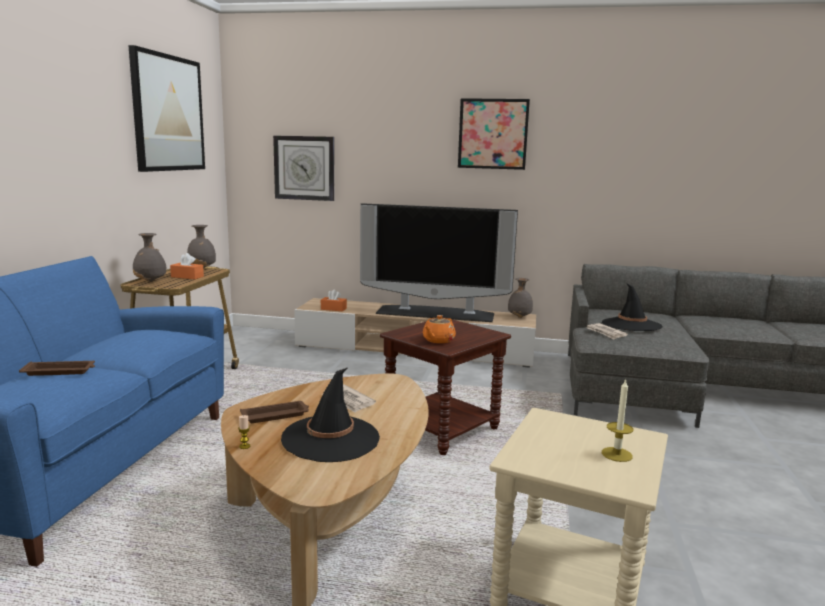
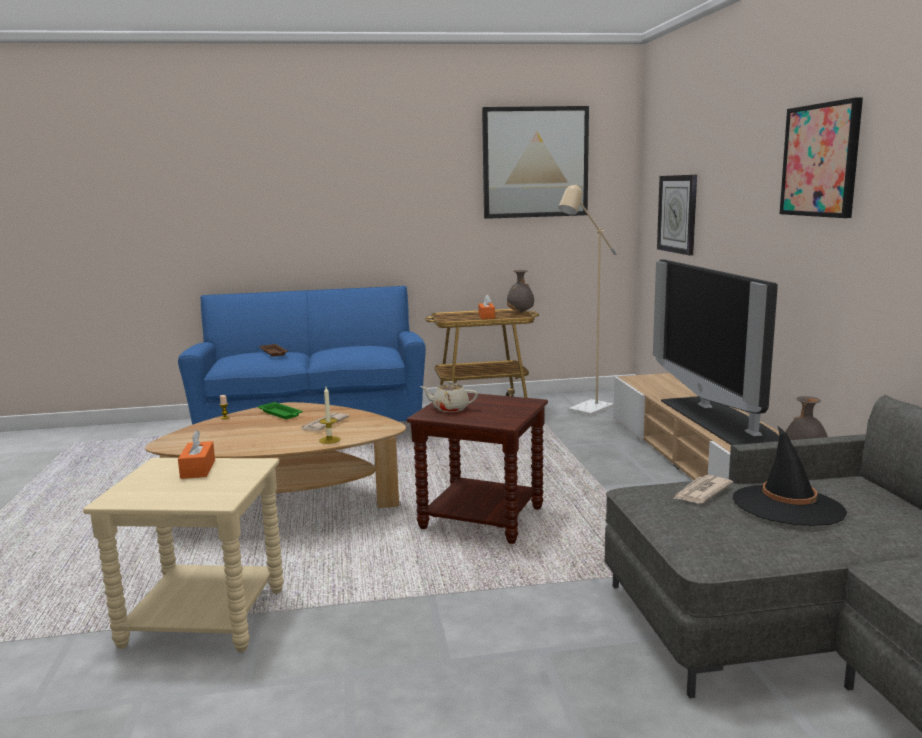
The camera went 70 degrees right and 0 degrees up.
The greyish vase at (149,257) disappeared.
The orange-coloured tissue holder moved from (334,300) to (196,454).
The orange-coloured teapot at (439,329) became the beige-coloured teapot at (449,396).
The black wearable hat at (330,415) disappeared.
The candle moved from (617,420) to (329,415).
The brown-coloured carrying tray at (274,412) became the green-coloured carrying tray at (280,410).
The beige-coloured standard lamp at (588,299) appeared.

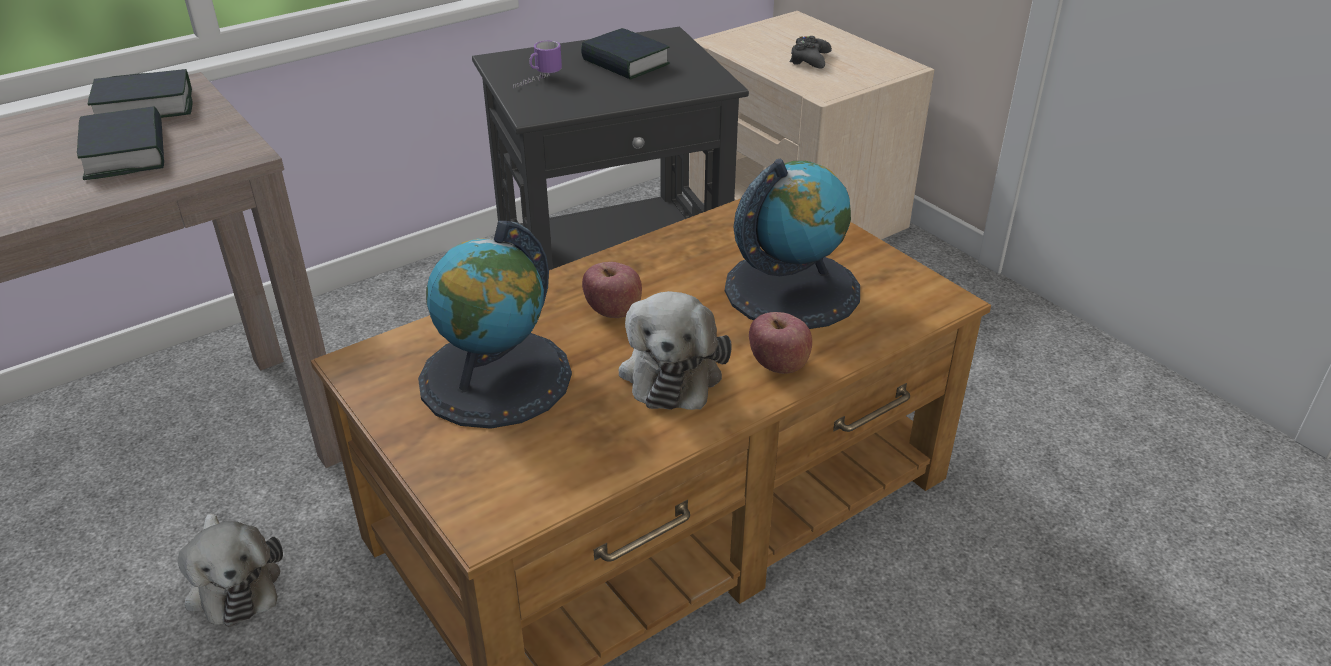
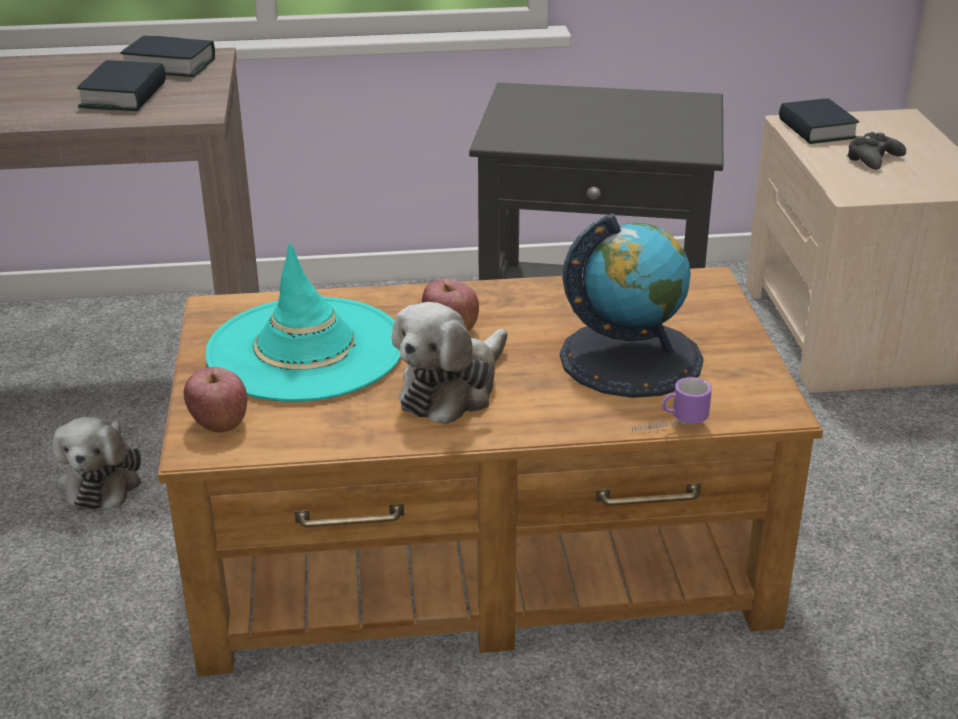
The camera went 30 degrees right and 5 degrees down.
The book moved from (625,54) to (819,121).
The tea mug moved from (537,64) to (672,404).
The globe at (495,325) was replaced by the turquoise wearable hat at (303,322).
The whole apple moved from (780,343) to (215,399).

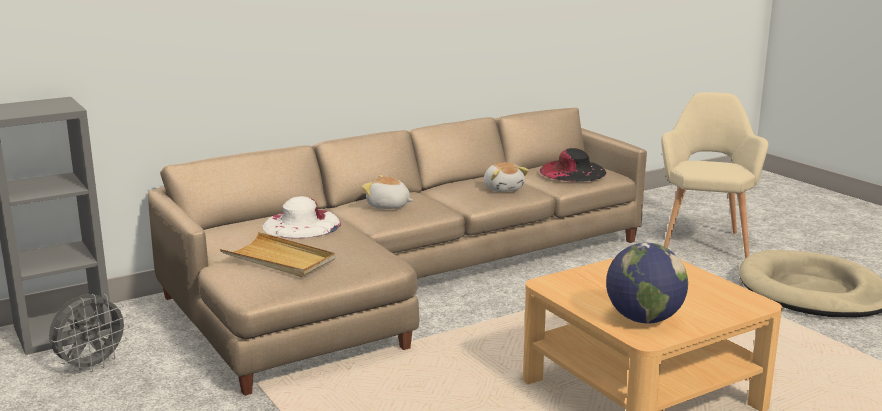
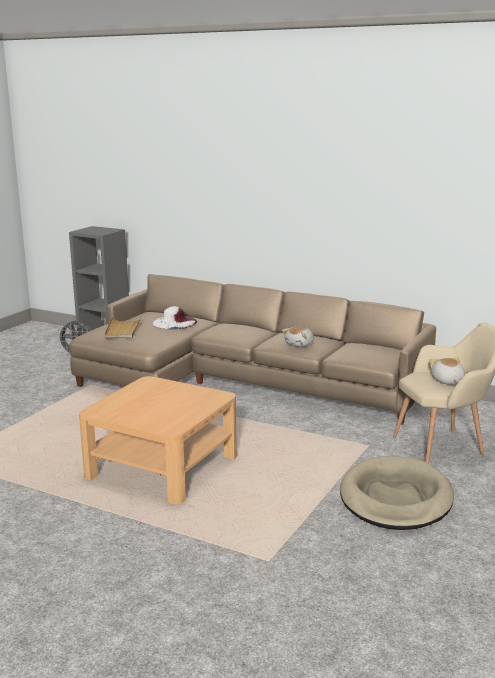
The camera went 60 degrees right and 0 degrees up.
The black wearable hat at (573,165) disappeared.
The soft toy moved from (387,192) to (447,371).
The globe at (647,283) disappeared.

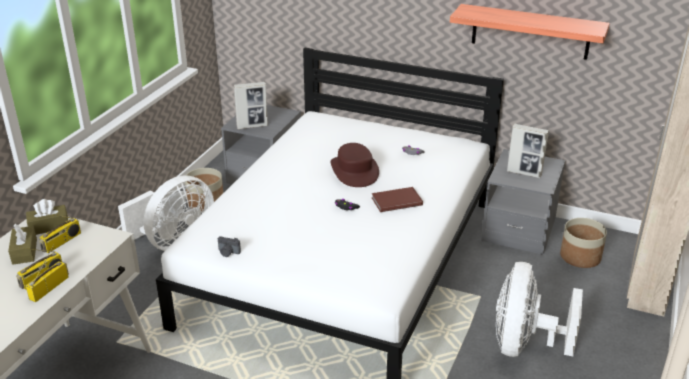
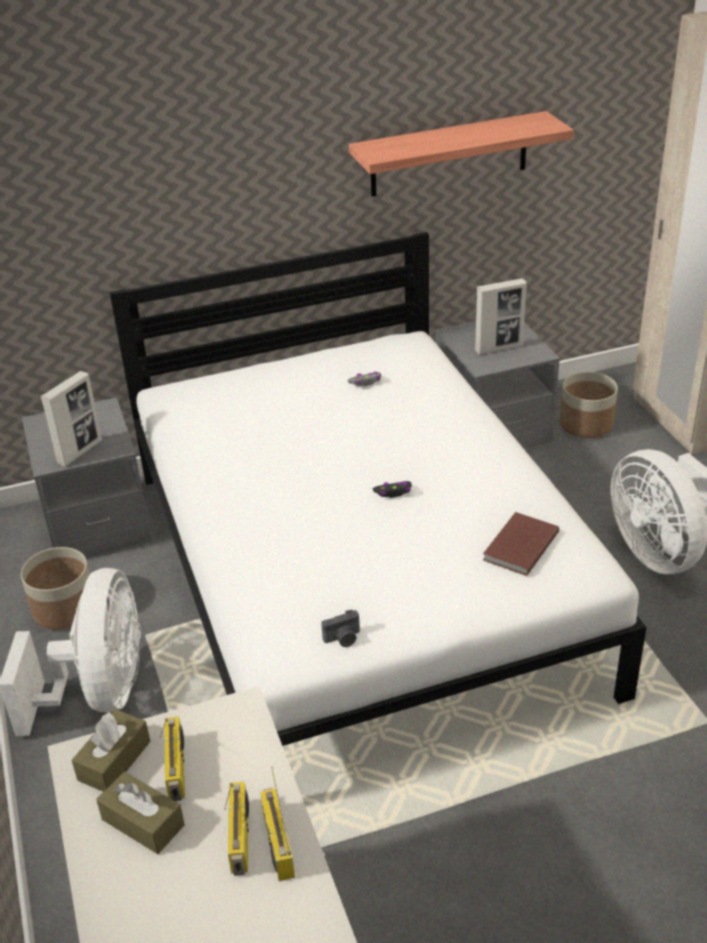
The camera went 40 degrees left and 5 degrees up.
The brown-coloured wearable hat at (355,165) disappeared.
The brown-coloured book moved from (397,199) to (521,544).

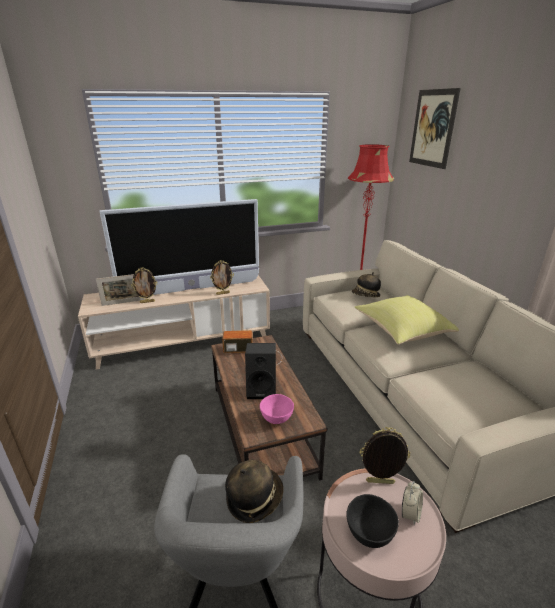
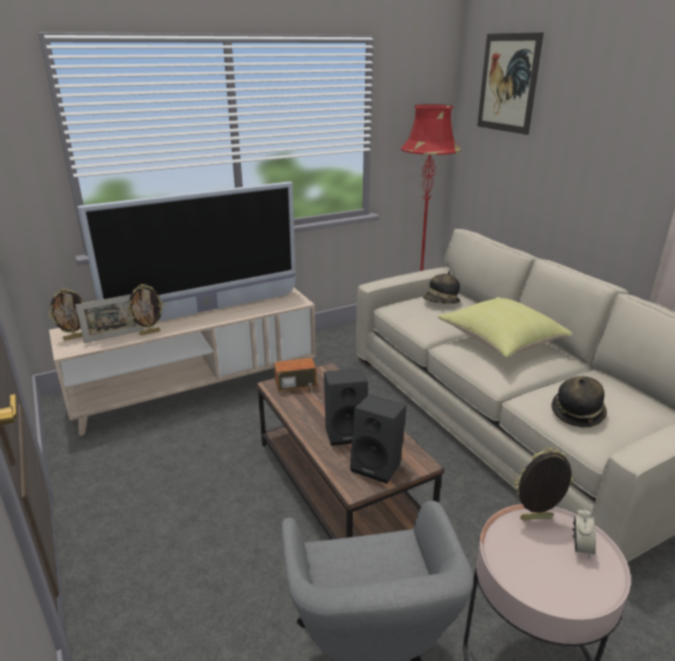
The camera went 10 degrees left and 0 degrees up.
The picture frame moved from (222,277) to (66,314).
The pink-coloured bowl at (277,409) was replaced by the black audio speaker at (378,439).
The wearable hat moved from (254,491) to (579,402).
The black bowl at (372,521) disappeared.

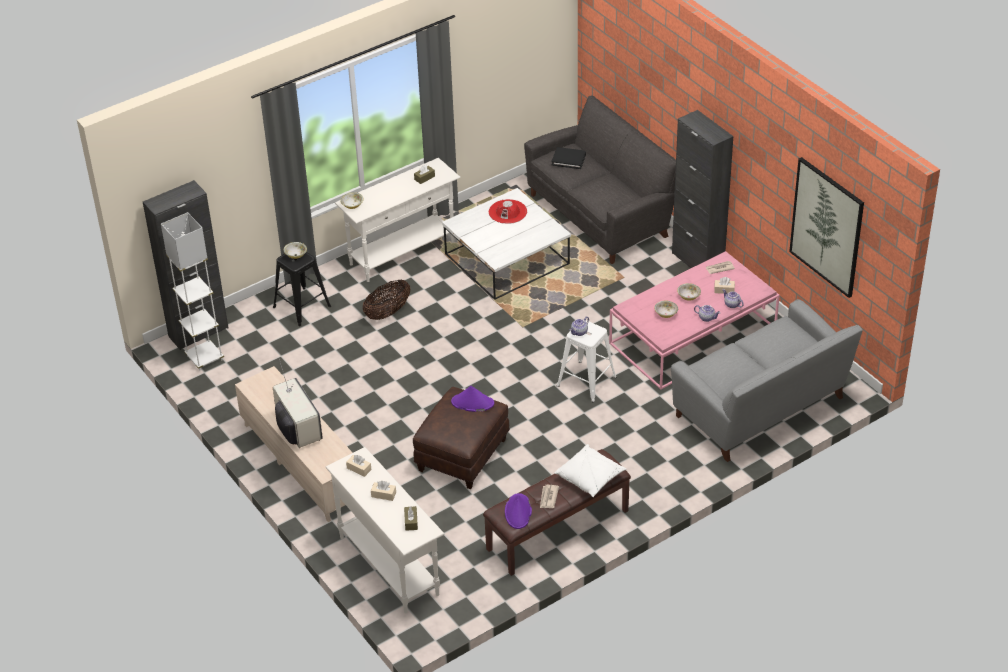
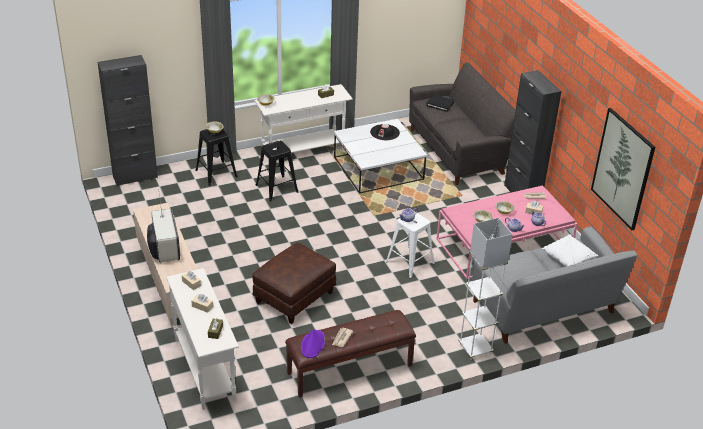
The camera went 10 degrees right and 5 degrees down.
The red-coloured wearable hat at (508,211) became the black wearable hat at (385,132).
The white-coloured standard lamp moved from (192,291) to (485,289).
The basket at (386,299) was replaced by the black stool seat at (277,171).
The purple wearable hat at (472,399) disappeared.
The white-coloured throw pillow moved from (590,470) to (570,250).

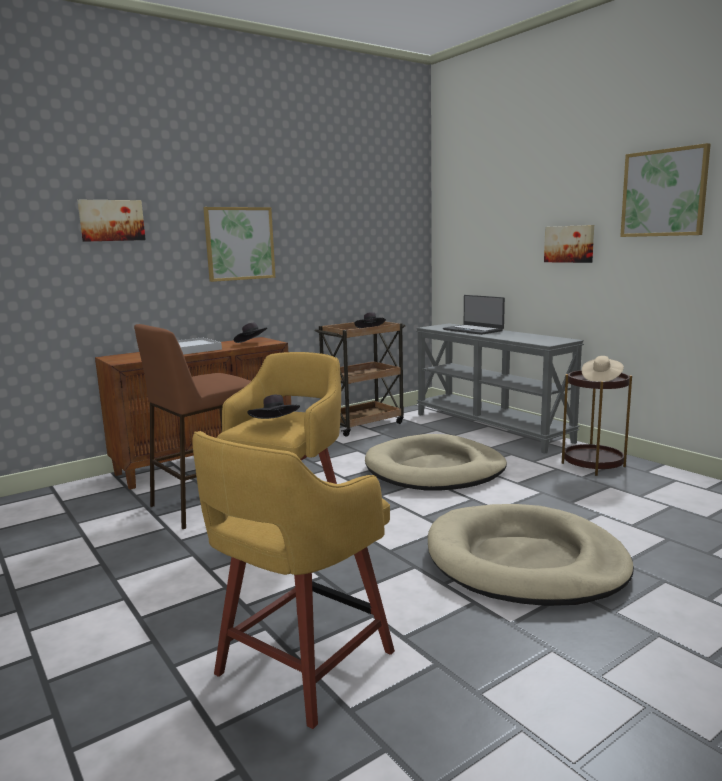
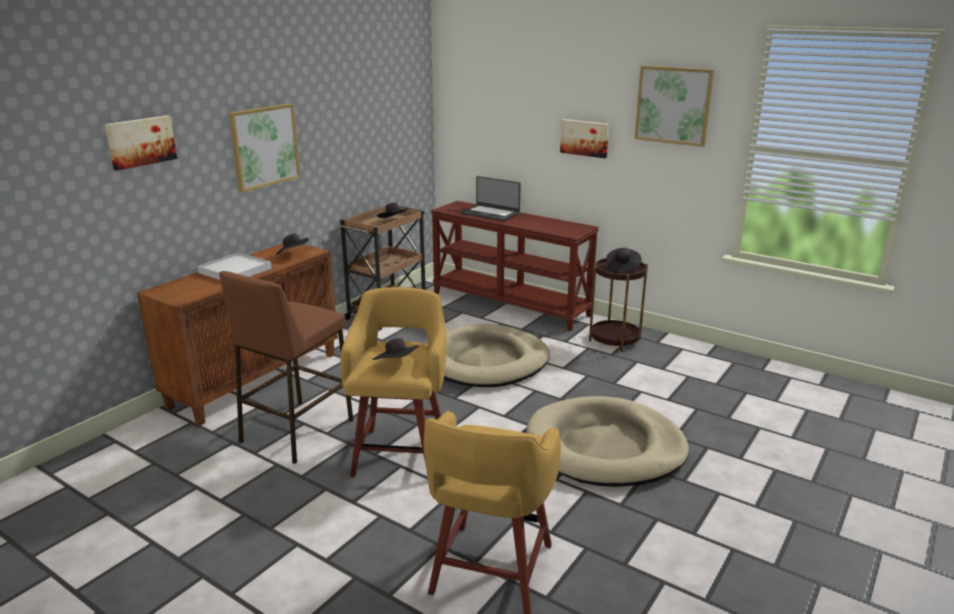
The camera went 20 degrees left and 10 degrees up.
The greyish console table at (500,388) became the brown-coloured console table at (515,266).
The beige-coloured wearable hat at (603,369) became the black wearable hat at (623,260).

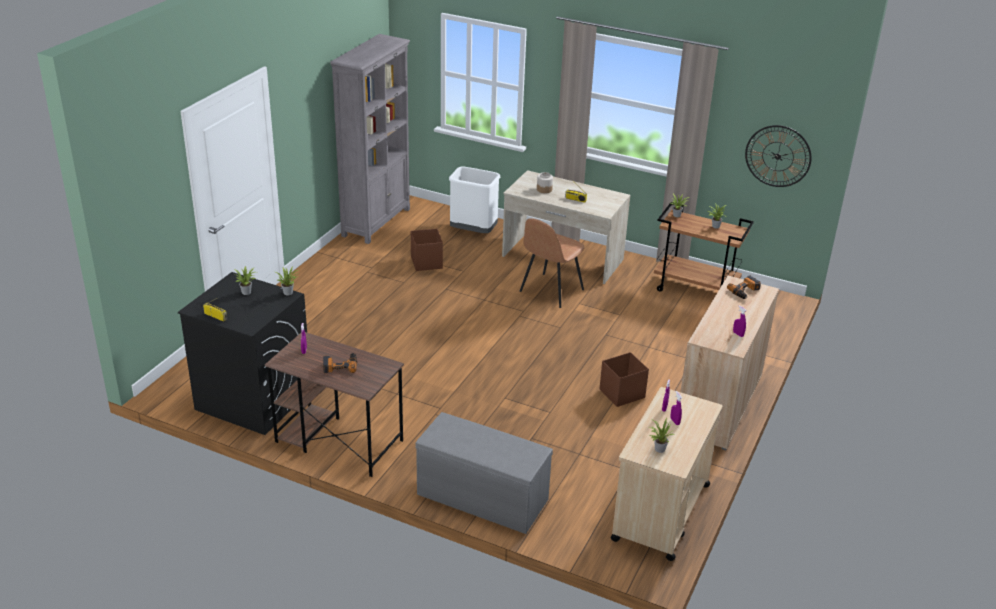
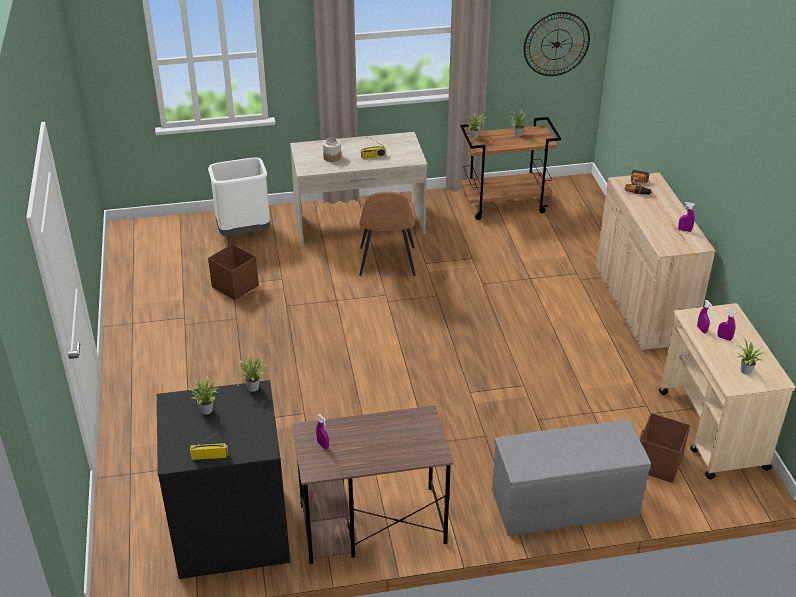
The camera went 35 degrees left and 5 degrees up.
The greyish bookcase at (370,139) disappeared.
The brown-coloured storage bin moved from (624,379) to (665,448).
The drill at (340,363) disappeared.

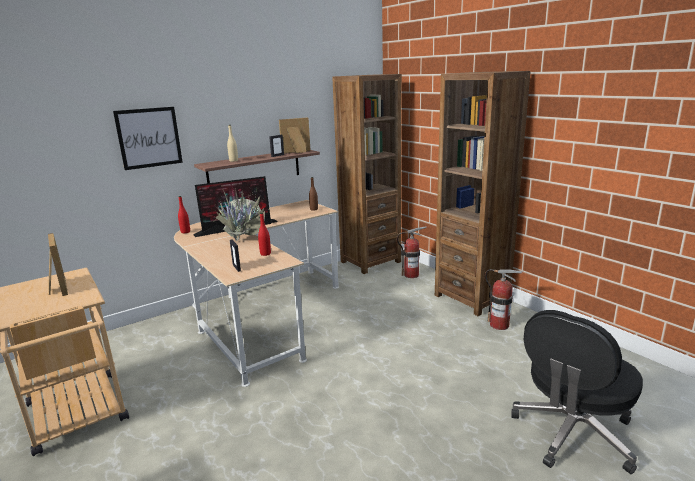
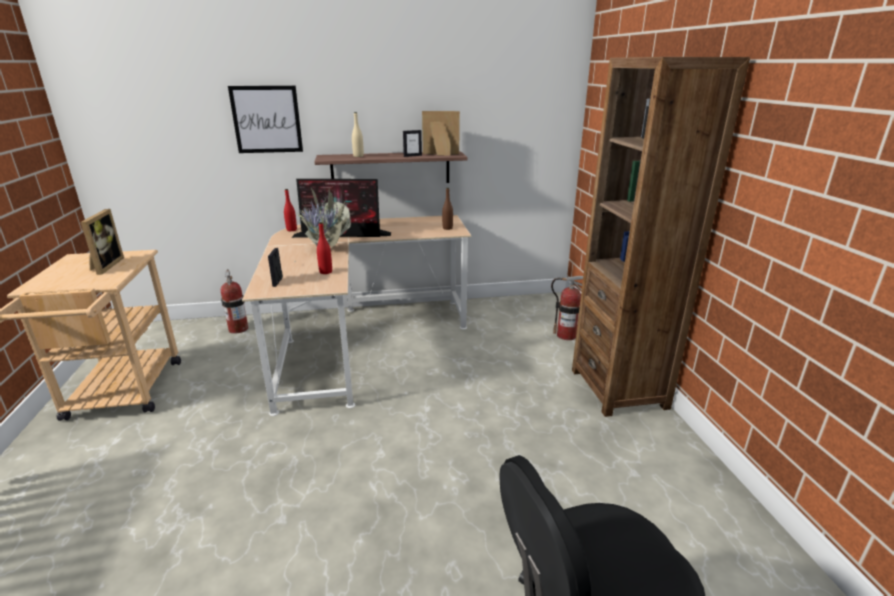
The camera went 25 degrees right and 5 degrees up.
The brown-coloured bookcase at (367,174) disappeared.
The fire-fighting cylinder moved from (504,299) to (234,301).

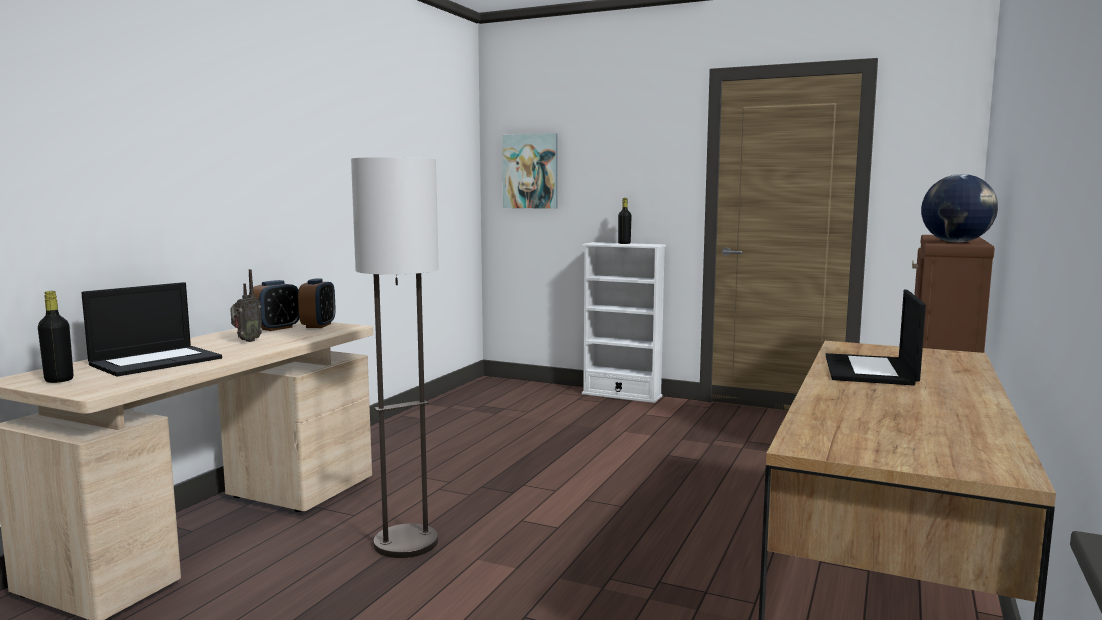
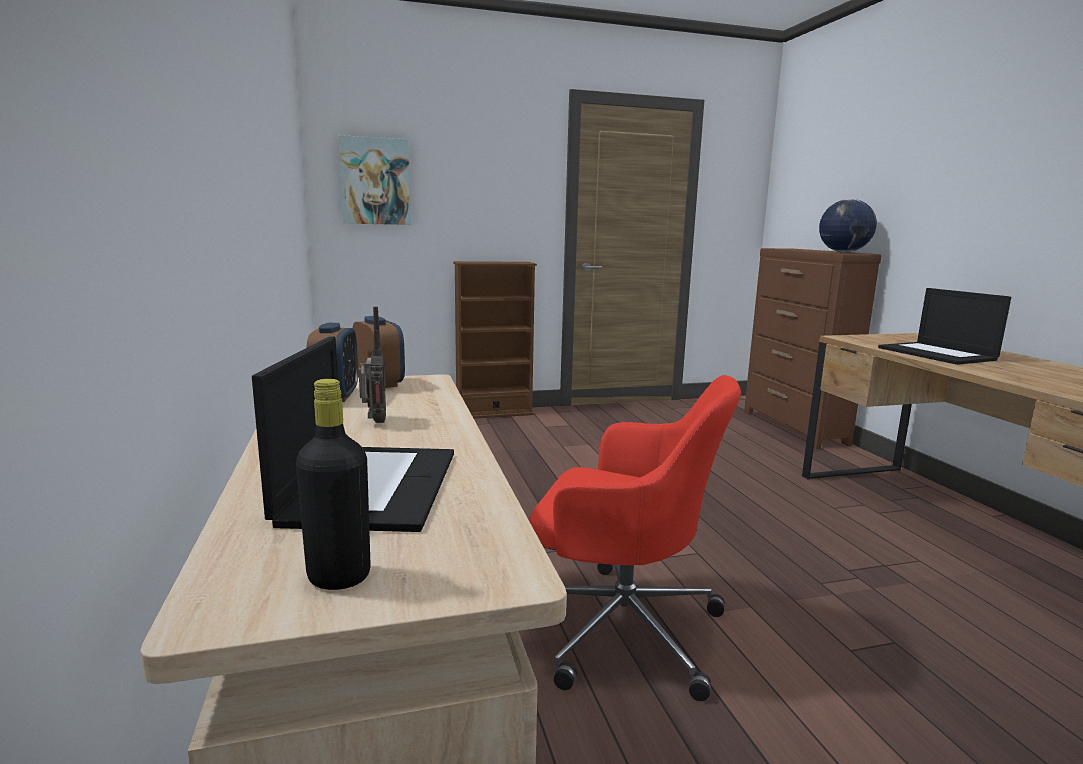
The camera went 40 degrees left and 5 degrees up.
The standard lamp at (395,357) was replaced by the red-coloured desk chair at (635,538).
The black bottle at (625,221) disappeared.
The white-coloured bookcase at (624,322) became the brown-coloured bookcase at (495,340).

